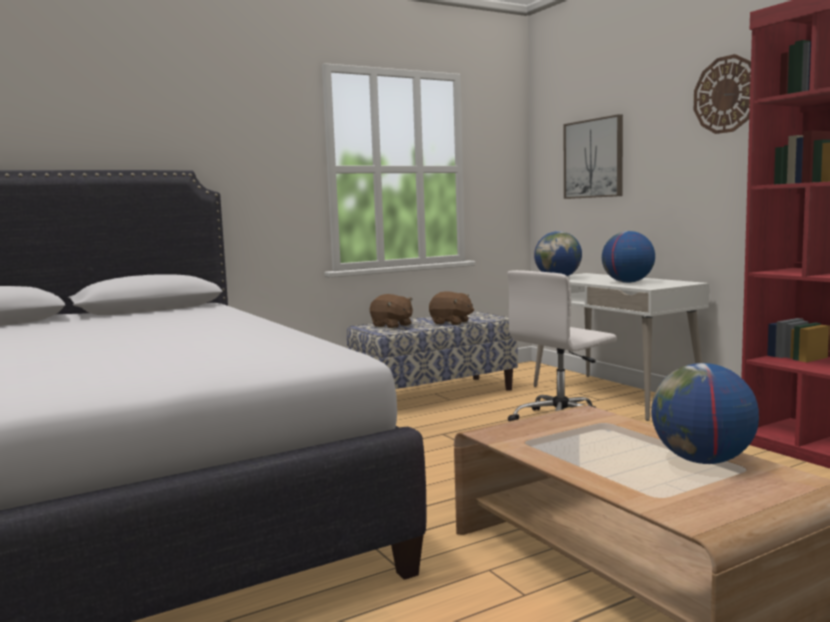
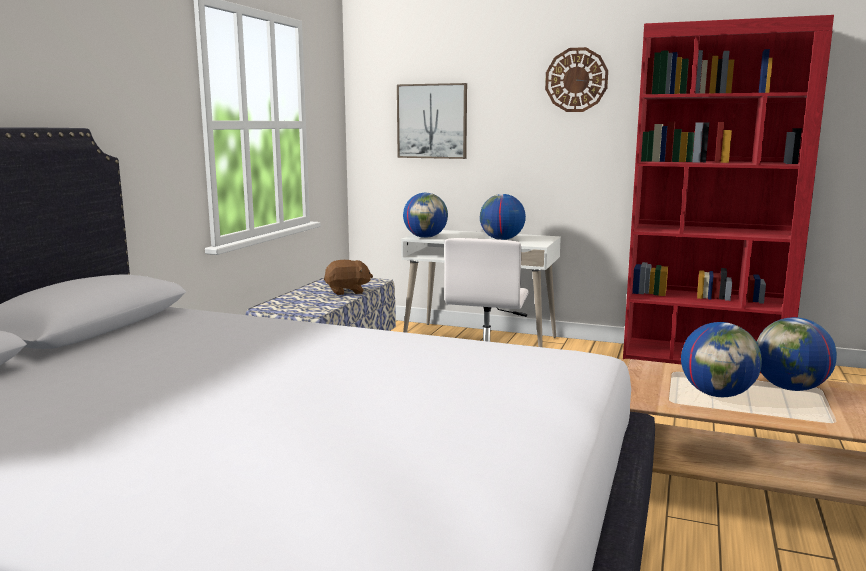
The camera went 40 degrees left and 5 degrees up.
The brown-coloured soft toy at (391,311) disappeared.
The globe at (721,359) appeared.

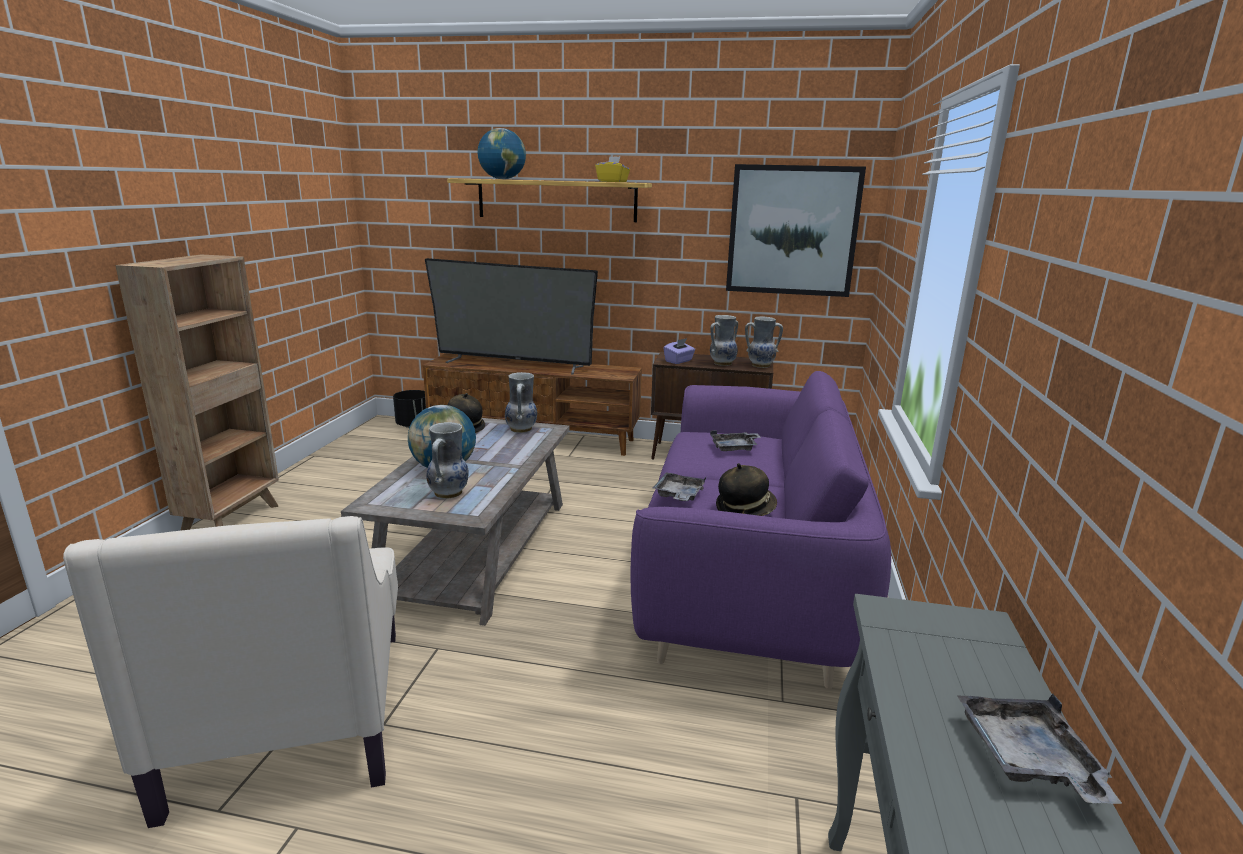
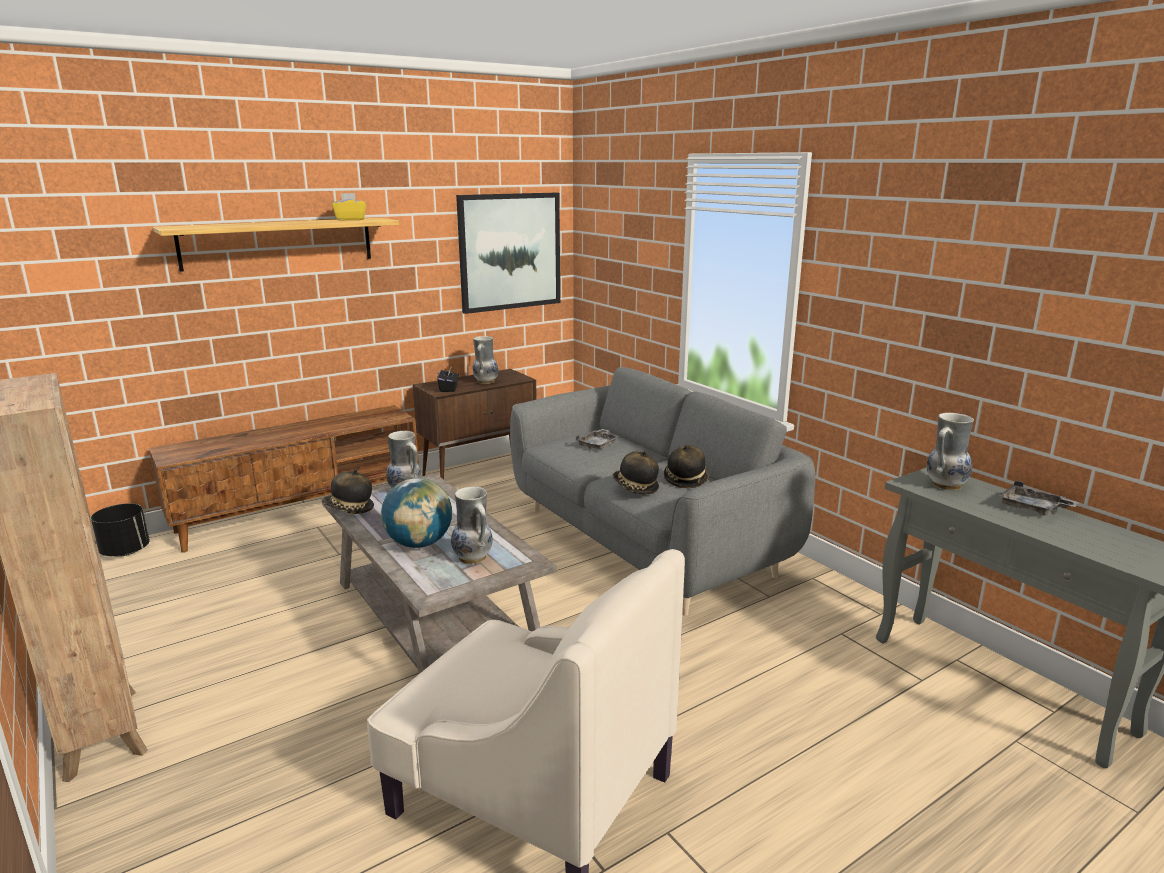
The camera went 45 degrees left and 0 degrees up.
The globe at (501,153) disappeared.
The TV at (511,316) disappeared.
The vase moved from (764,342) to (950,451).
The purple tissue holder at (679,351) became the black tissue holder at (448,379).
The purple sofa at (760,530) became the greyish sofa at (662,491).
The greyish carrying tray at (679,486) was replaced by the wearable hat at (635,473).

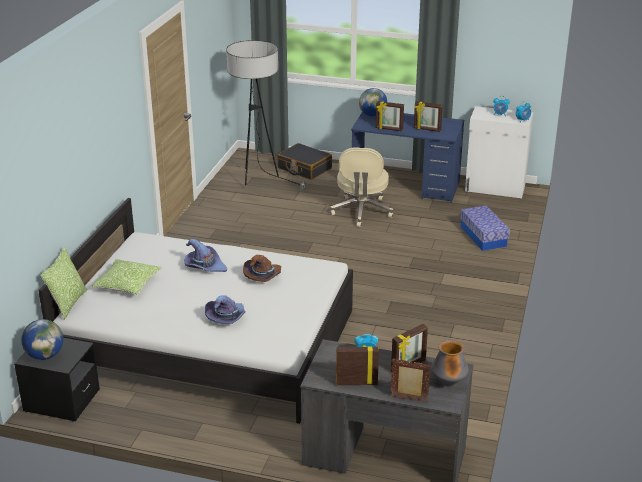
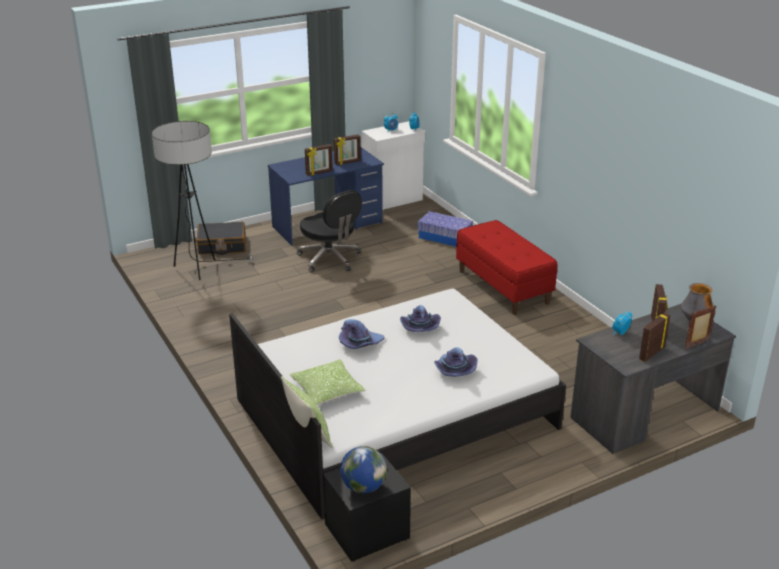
The camera went 45 degrees left and 0 degrees up.
The globe at (373,102) disappeared.
The beige-coloured desk chair at (362,187) became the black desk chair at (329,231).
The brown-coloured wearable hat at (262,268) became the purple wearable hat at (420,318).
The red-coloured long seat at (506,267) appeared.

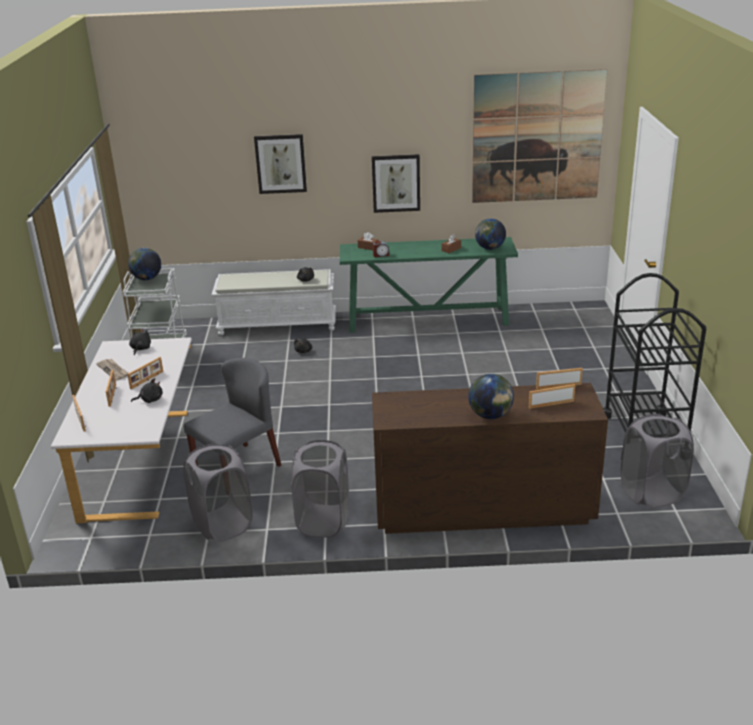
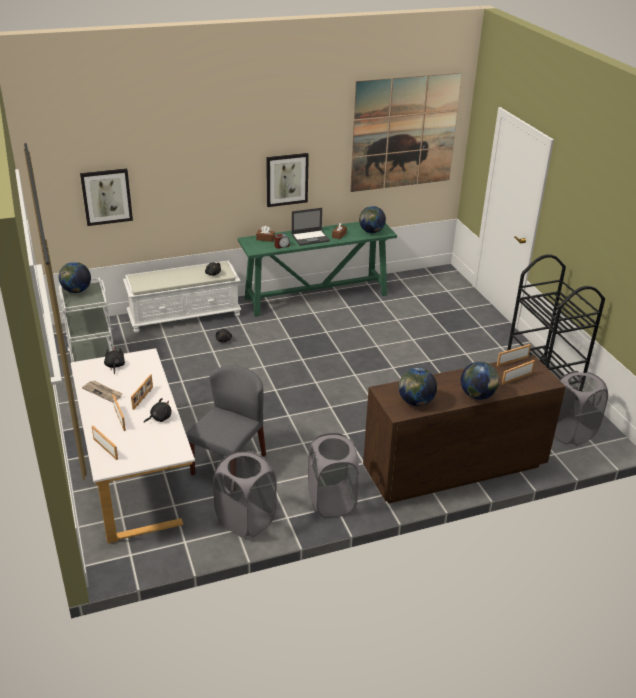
The camera went 20 degrees left and 5 degrees up.
The picture moved from (280,164) to (106,197).
The laptop at (311,227) appeared.
The globe at (417,387) appeared.

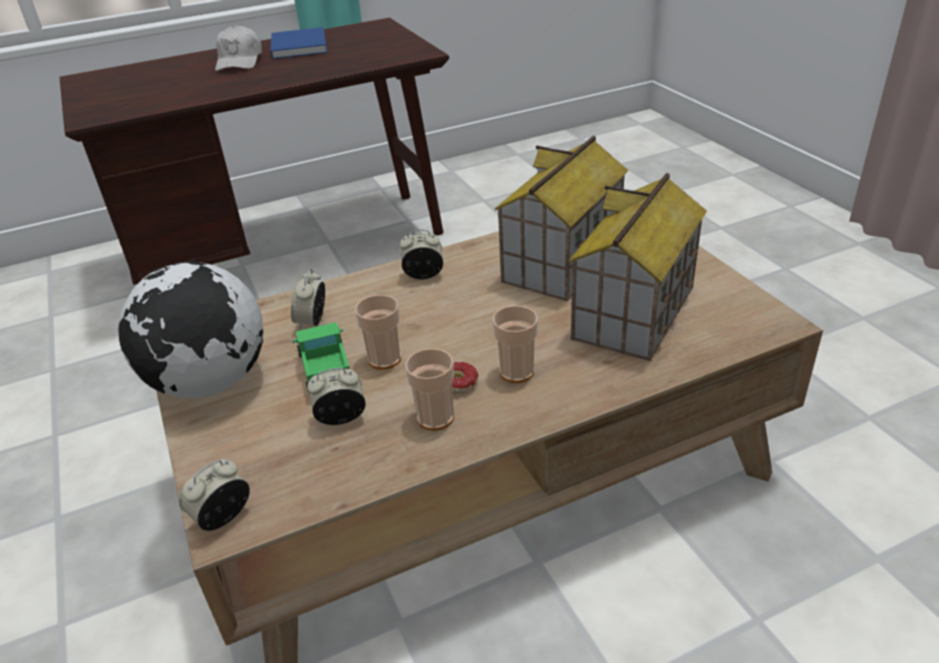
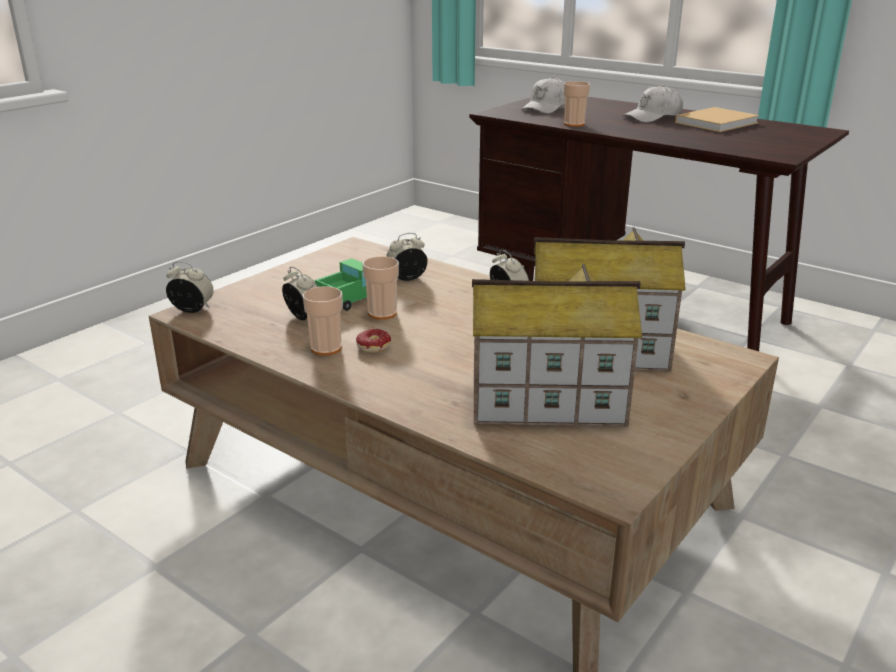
The camera went 60 degrees right and 10 degrees down.
The bluish book at (299,43) became the beige-coloured book at (717,119).
The globe at (191,330) disappeared.
The drinking cup moved from (515,344) to (577,104).
The white-coloured peaked cap at (543,95) appeared.

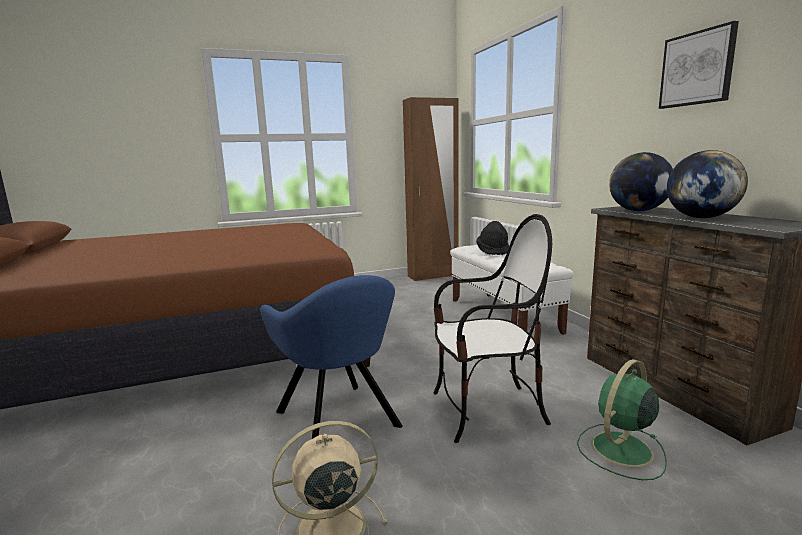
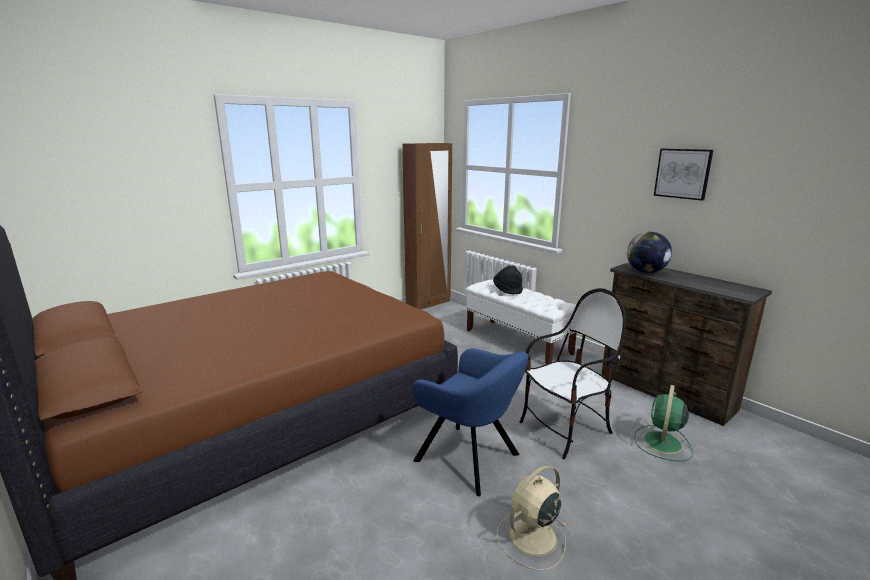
The camera went 20 degrees left and 5 degrees up.
The globe at (707,184) disappeared.

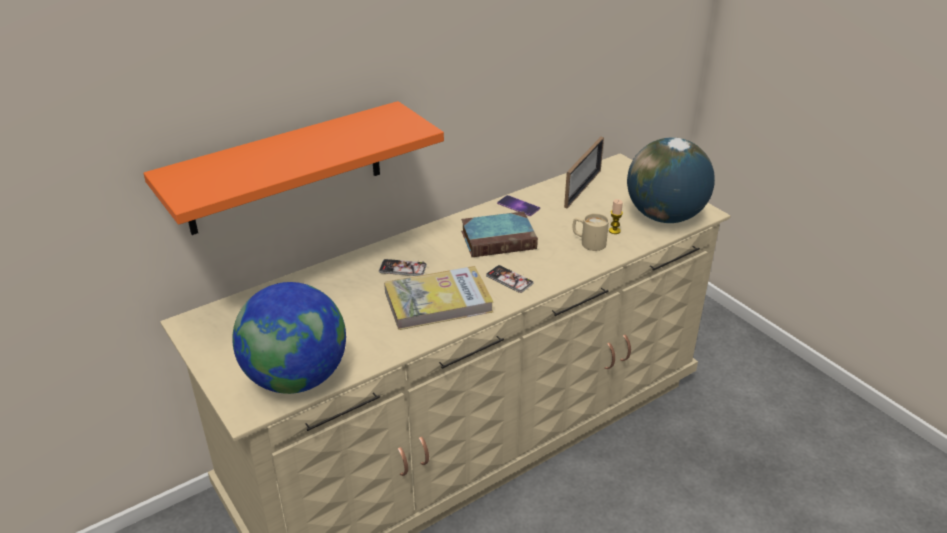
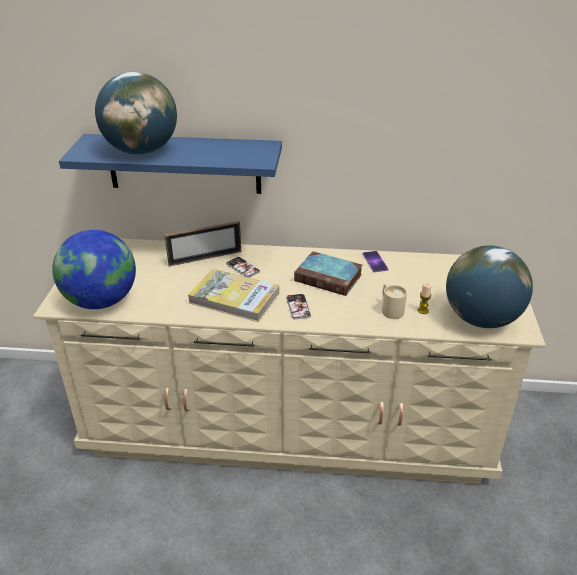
The camera went 40 degrees right and 0 degrees up.
The orange-coloured wall shelf at (293,168) became the bluish wall shelf at (170,164).
The picture frame moved from (584,172) to (203,243).
The globe at (136,113) appeared.

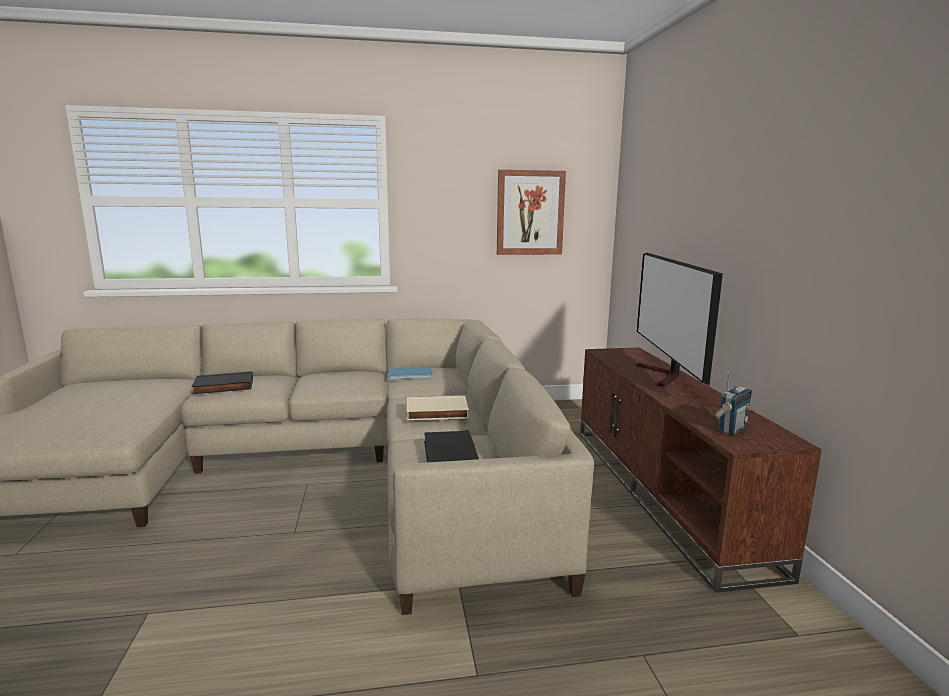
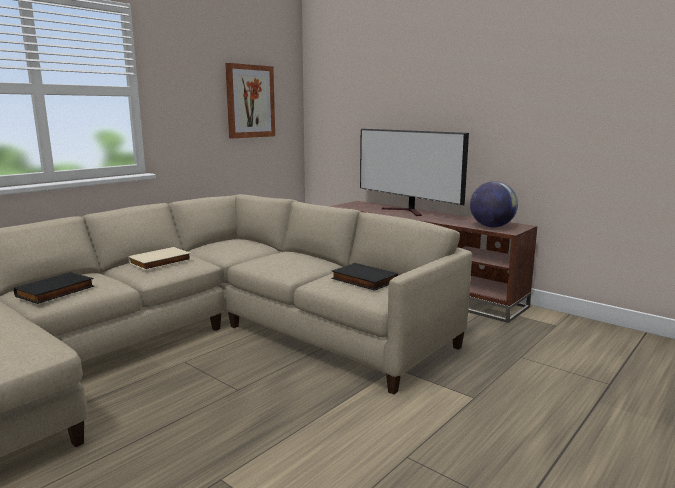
The camera went 40 degrees left and 0 degrees up.
The bluish book at (410,373) disappeared.
The radio set at (733,403) was replaced by the globe at (494,204).
The beige-coloured book moved from (438,408) to (160,259).

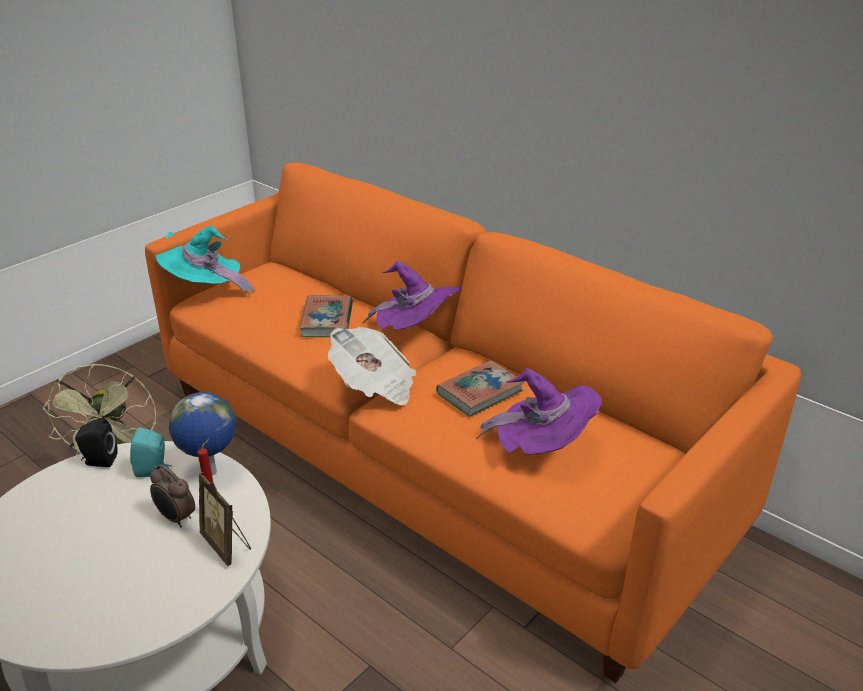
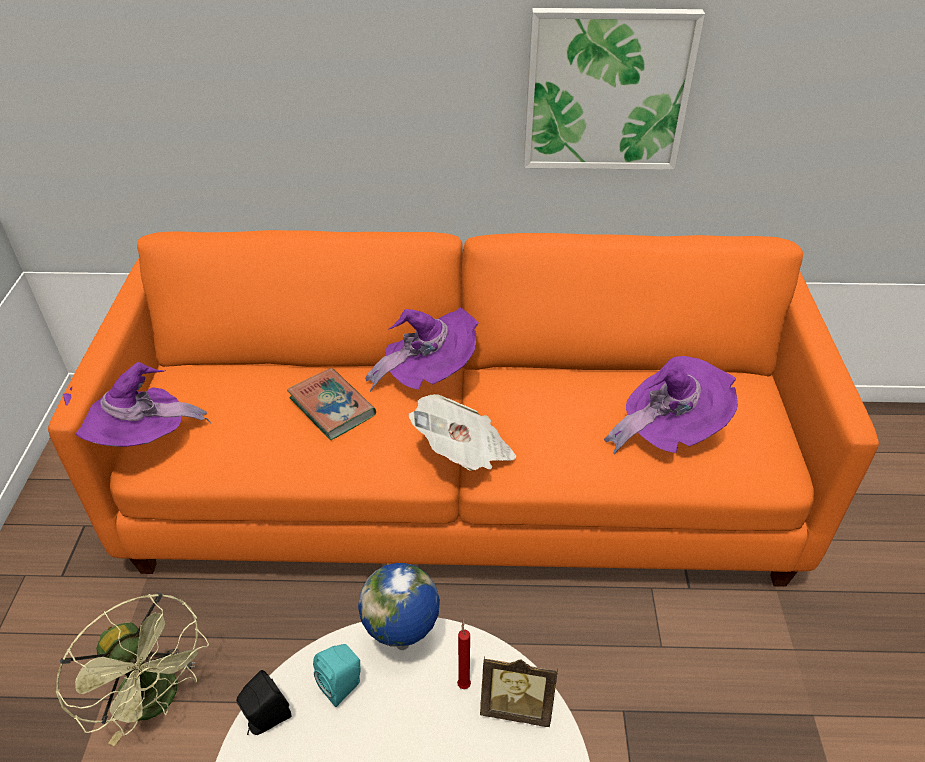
The camera went 40 degrees left and 10 degrees up.
The turquoise wearable hat at (206,261) became the purple wearable hat at (137,404).
The book at (480,389) disappeared.
The alarm clock at (172,495) disappeared.
The picture at (614,89) appeared.

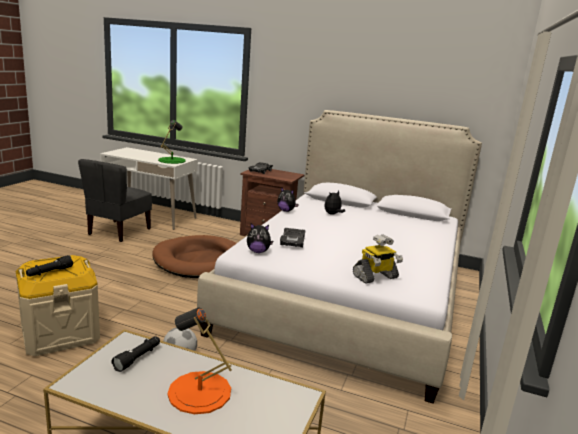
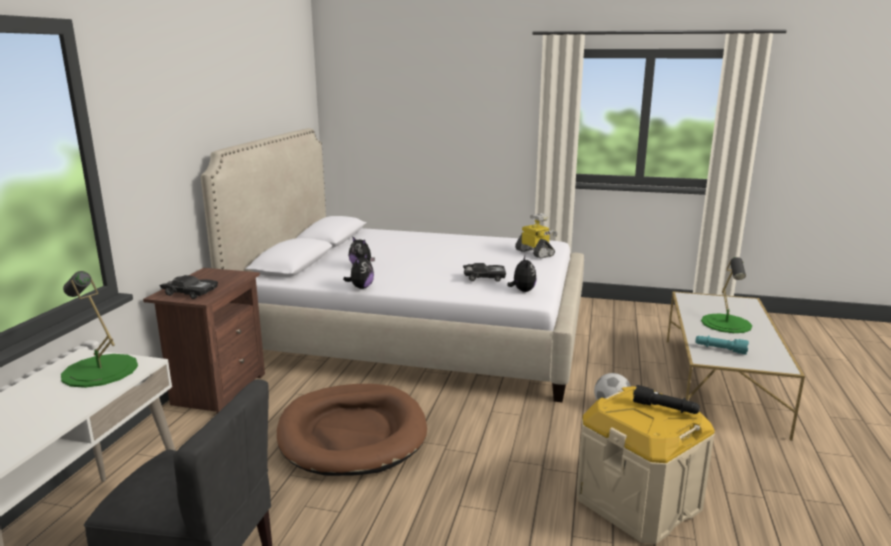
The camera went 95 degrees left and 0 degrees up.
The orange-coloured lamp for a table at (199,360) became the green-coloured lamp for a table at (726,295).
The black torch at (135,354) became the turquoise torch at (722,345).

